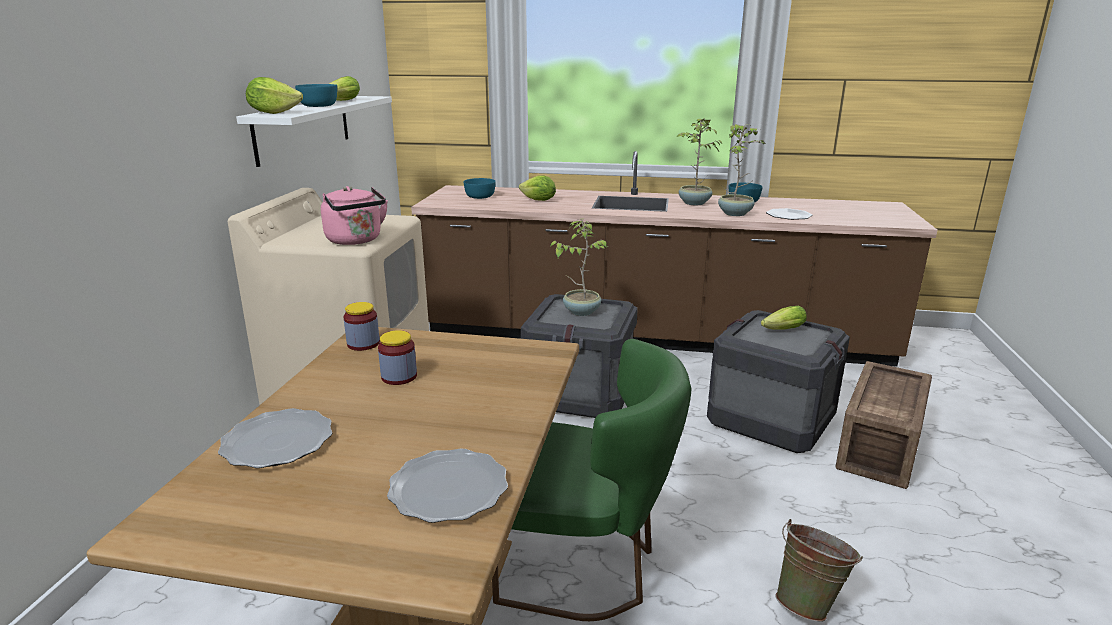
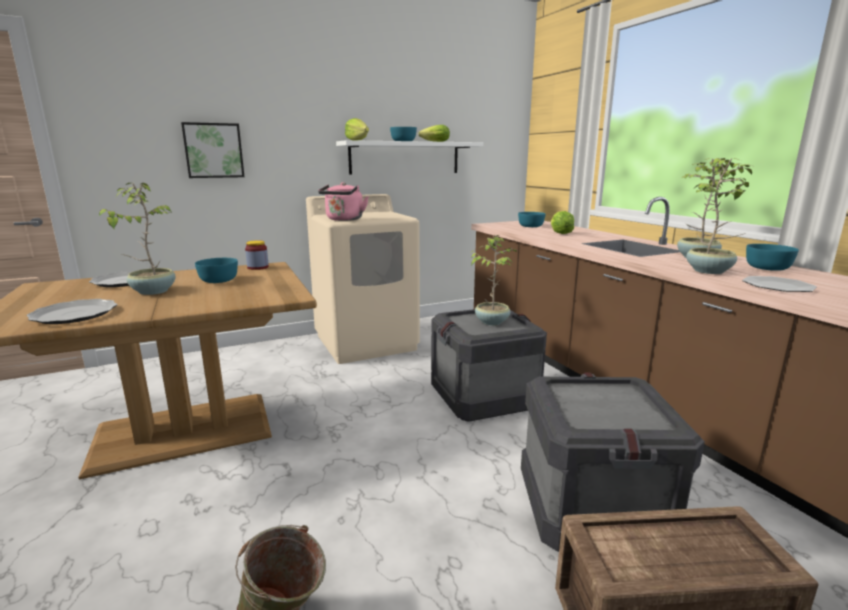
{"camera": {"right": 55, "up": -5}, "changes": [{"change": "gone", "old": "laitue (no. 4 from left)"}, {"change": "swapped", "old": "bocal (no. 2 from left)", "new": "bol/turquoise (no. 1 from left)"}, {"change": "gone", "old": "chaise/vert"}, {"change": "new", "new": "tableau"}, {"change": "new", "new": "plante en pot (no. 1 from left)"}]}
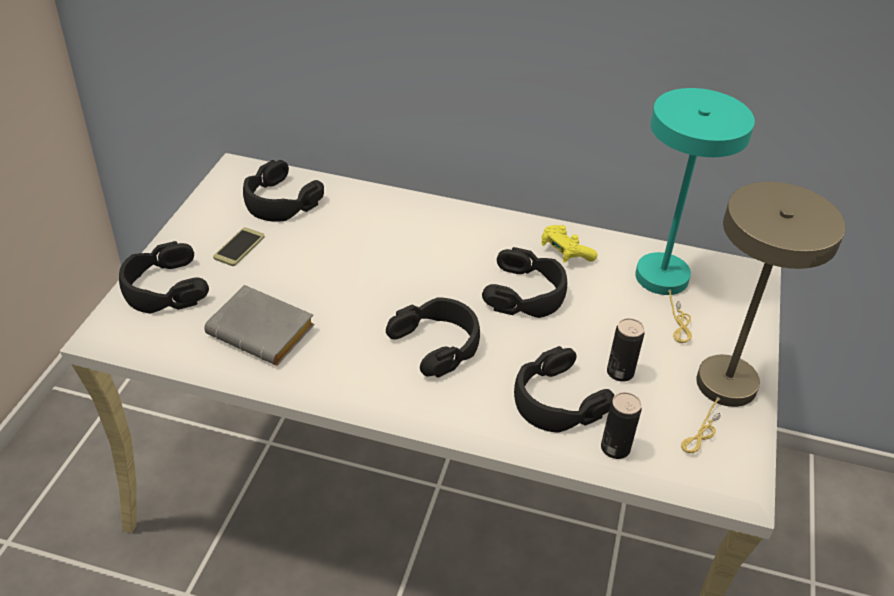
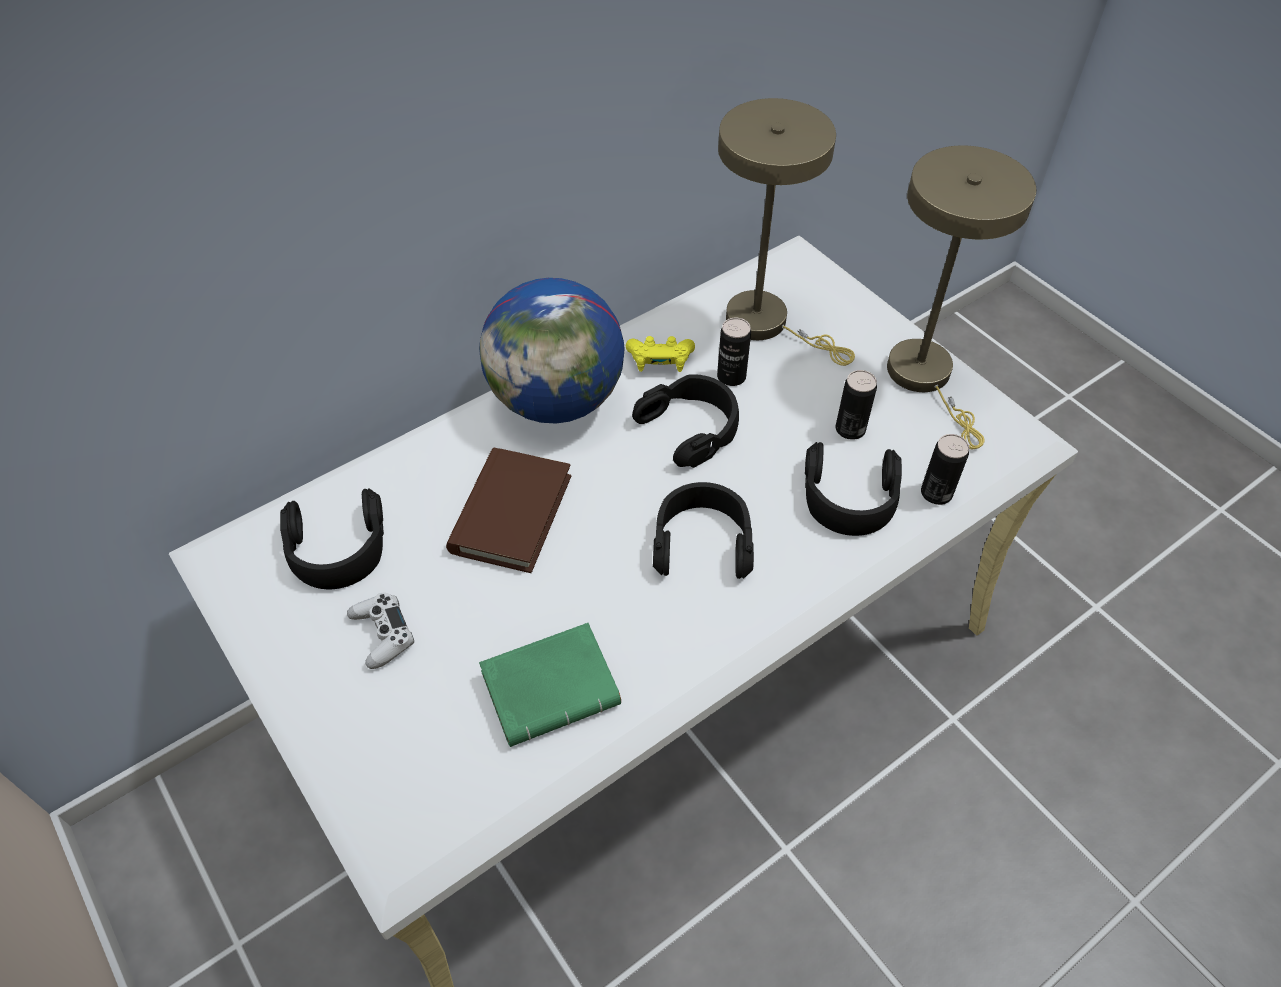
{"camera": {"right": -50, "up": 10}, "changes": [{"change": "repainted", "old": "lampe de table/turquoise", "new": "lampe de table/beige (no. 1 from left)"}, {"change": "swapped", "old": "téléphone", "new": "manette/blanc"}, {"change": "gone", "old": "casque audio/noir (no. 1 from left)"}, {"change": "repainted", "old": "livre/gris", "new": "livre/vert"}, {"change": "new", "new": "globe"}, {"change": "new", "new": "boîte métallique (no. 1 from left)"}, {"change": "new", "new": "livre/marron"}]}
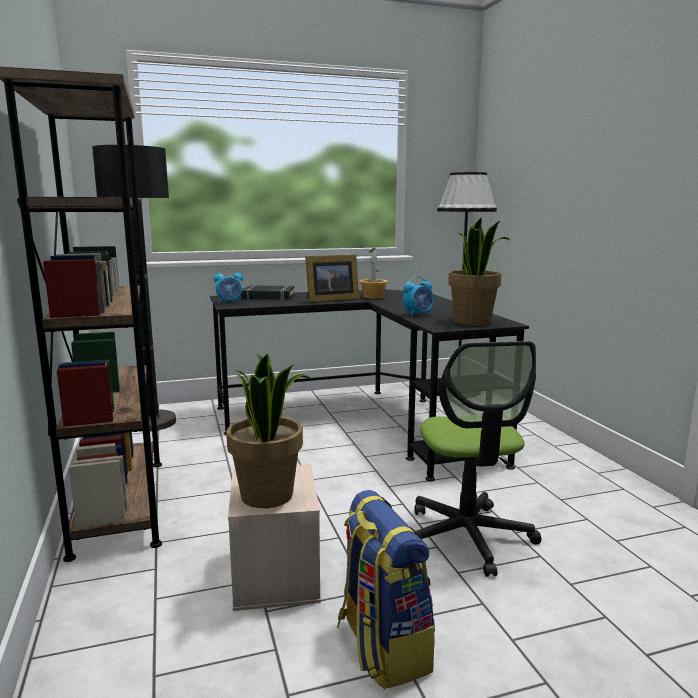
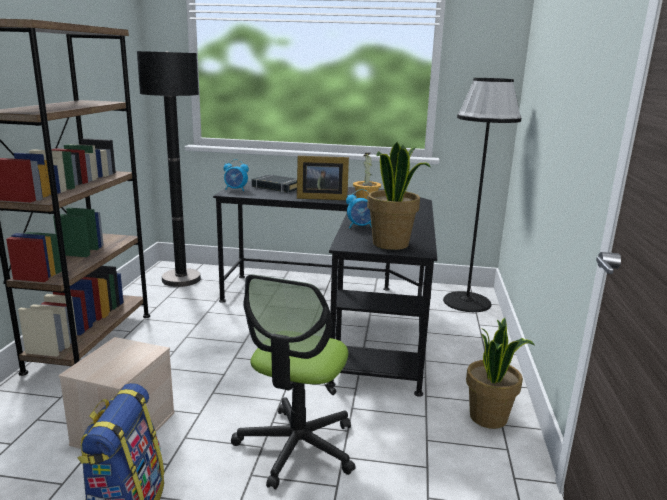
{"camera": {"right": 25, "up": 5}, "changes": [{"change": "shifted", "old": "plante en pot (no. 1 from left in the first image)", "new": "plante en pot (no. 3 from left)"}]}
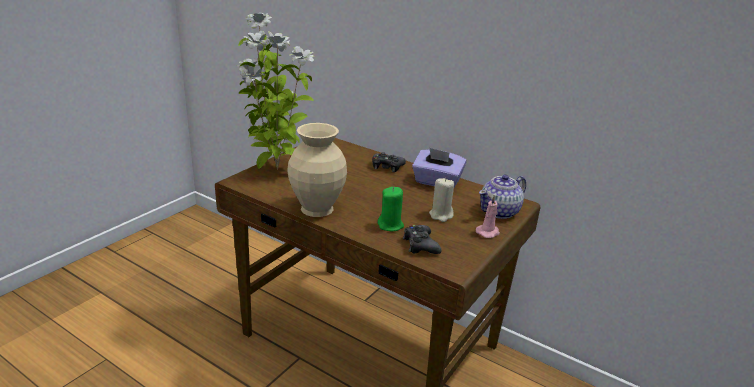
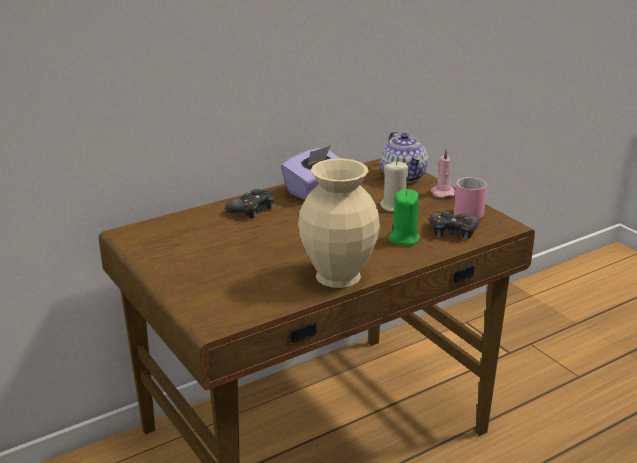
{"camera": {"right": -65, "up": 0}, "changes": [{"change": "gone", "old": "plante en pot"}, {"change": "new", "new": "mug/rose"}]}
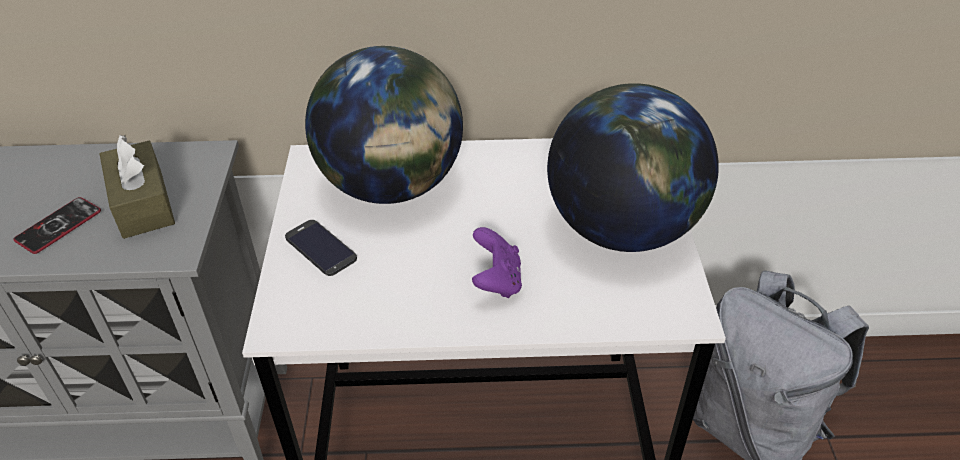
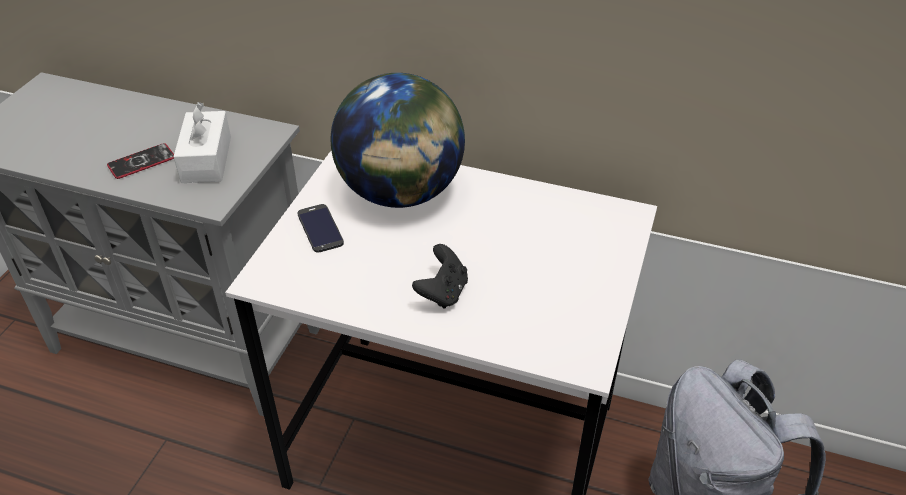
{"camera": {"right": 20, "up": 0}, "changes": [{"change": "gone", "old": "globe (no. 2 from left)"}, {"change": "repainted", "old": "boîte à mouchoirs/marron", "new": "boîte à mouchoirs/blanc"}, {"change": "repainted", "old": "manette/violet", "new": "manette/noir"}]}
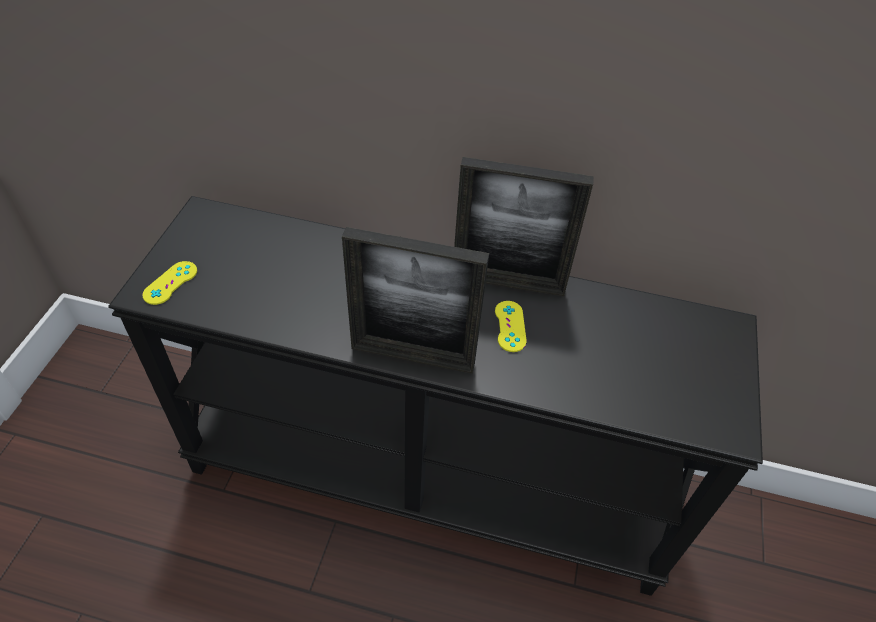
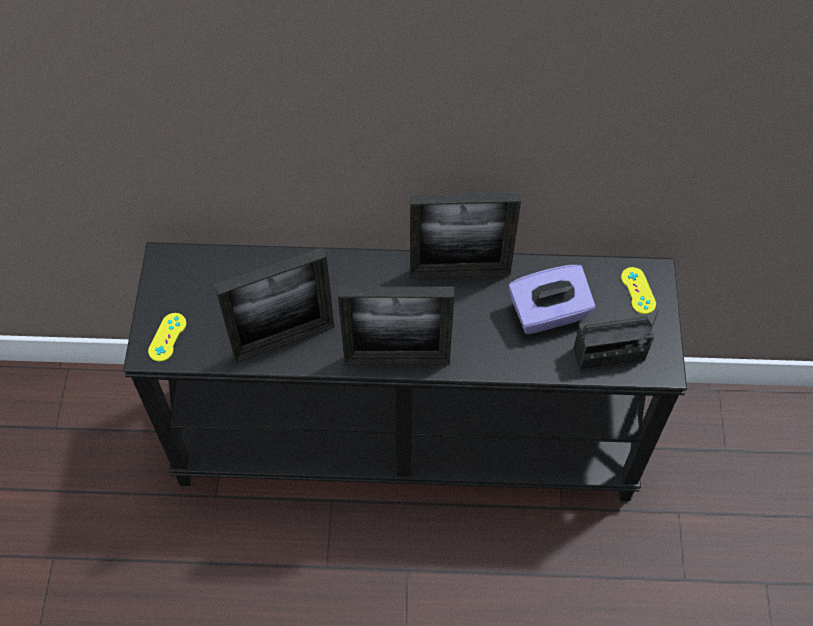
{"camera": {"right": -10, "up": 10}, "changes": [{"change": "shifted", "old": "manette/jaune (no. 2 from left)"}, {"change": "new", "new": "cadre photo (no. 1 from left)"}, {"change": "new", "new": "boîte à mouchoirs/violet"}, {"change": "new", "new": "radio"}]}
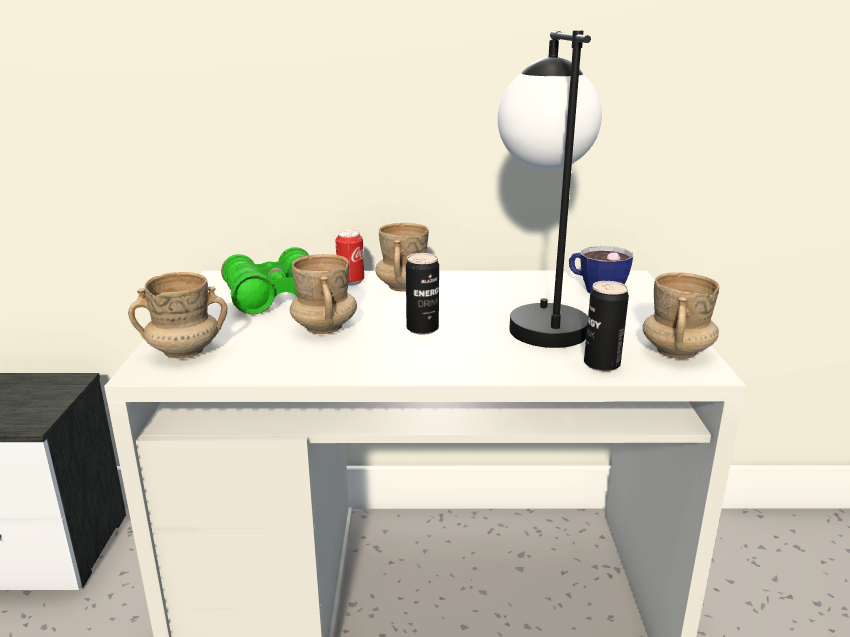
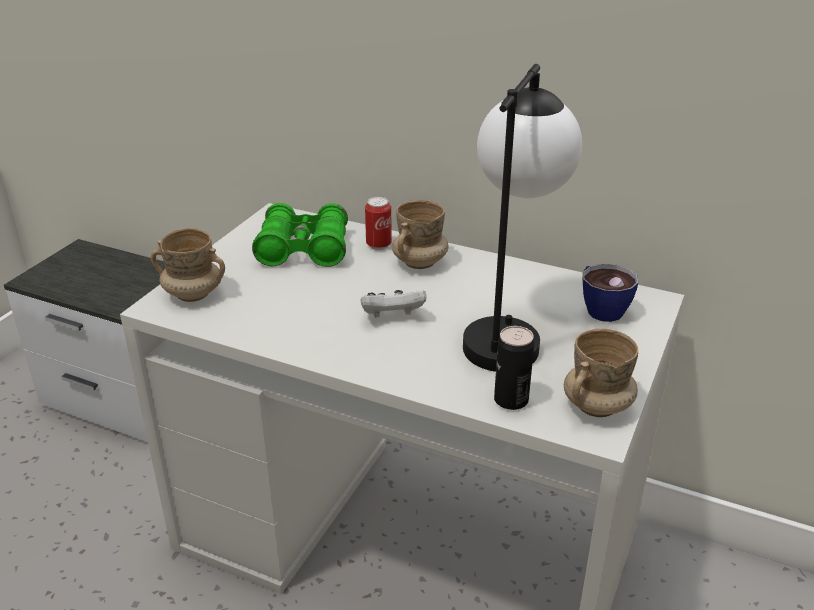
{"camera": {"right": 25, "up": 10}, "changes": [{"change": "swapped", "old": "boîte métallique (no. 2 from left)", "new": "manette/blanc"}, {"change": "gone", "old": "mug/beige (no. 2 from left)"}]}
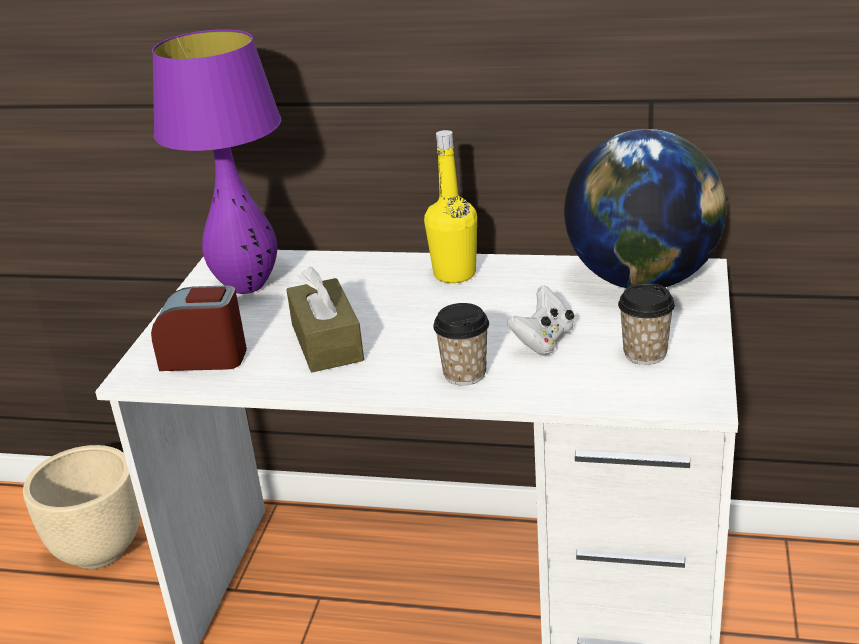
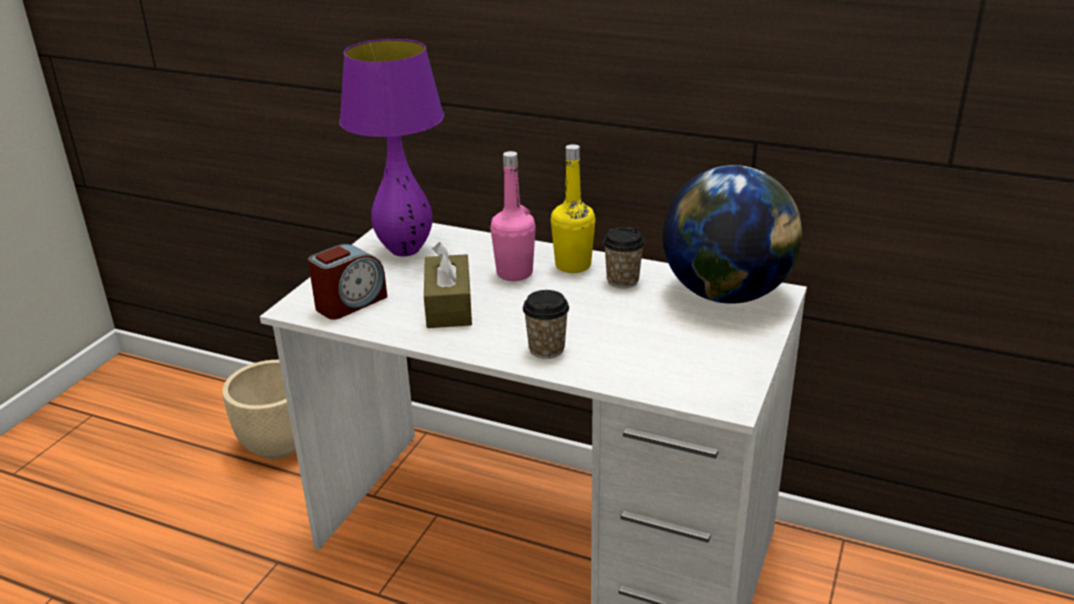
{"camera": {"right": 10, "up": 0}, "changes": [{"change": "shifted", "old": "tasse (no. 2 from left)"}, {"change": "rotated", "old": "réveil", "degrees": 120}, {"change": "gone", "old": "manette/blanc"}, {"change": "new", "new": "bouteille/rose"}]}
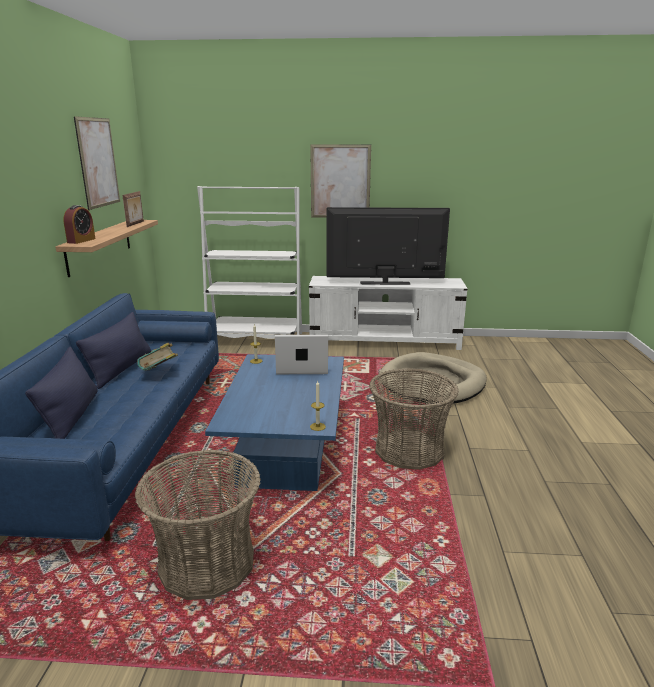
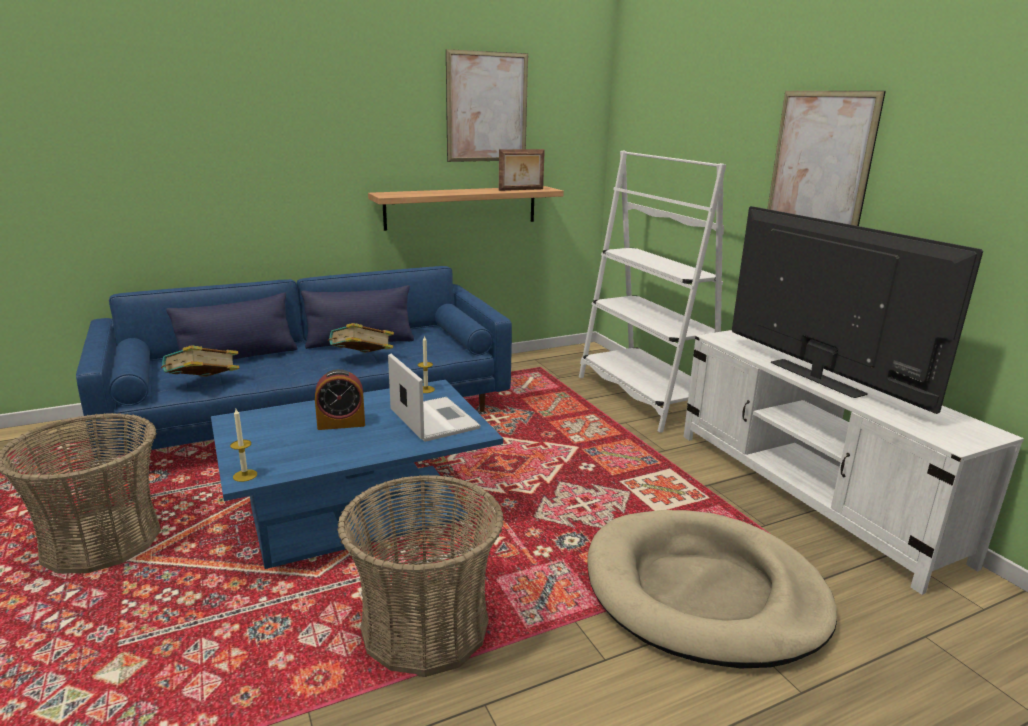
{"camera": {"right": 60, "up": 0}, "changes": [{"change": "shifted", "old": "réveil"}, {"change": "new", "new": "livre (no. 1 from left)"}]}
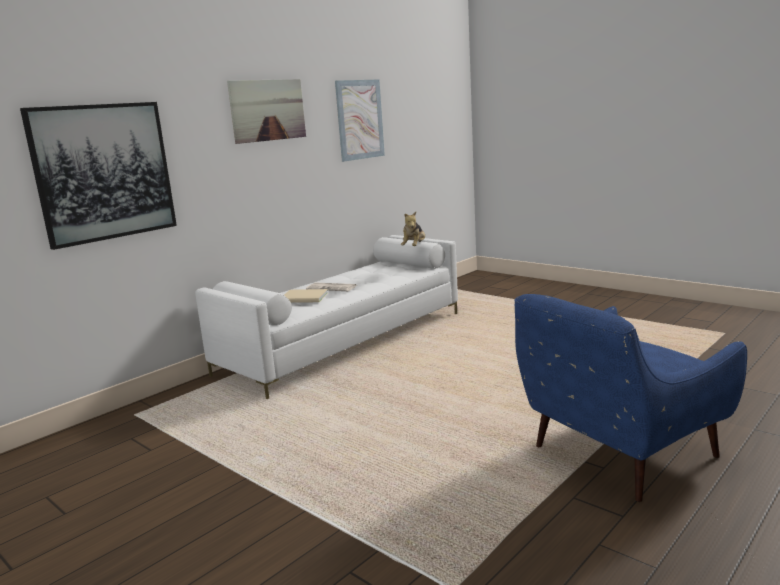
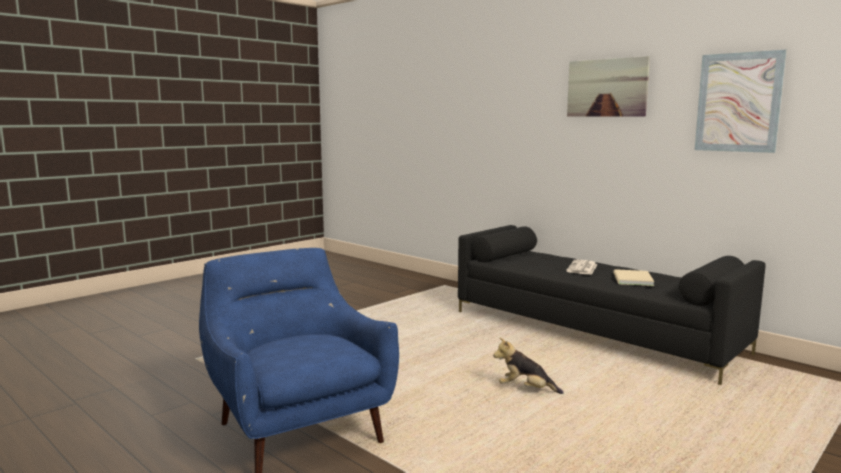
{"camera": {"right": 90, "up": -5}, "changes": [{"change": "gone", "old": "tableau (no. 1 from left)"}, {"change": "shifted", "old": "peluche"}, {"change": "repainted", "old": "canapé/blanc", "new": "canapé/noir"}, {"change": "shifted", "old": "livre/beige"}]}
